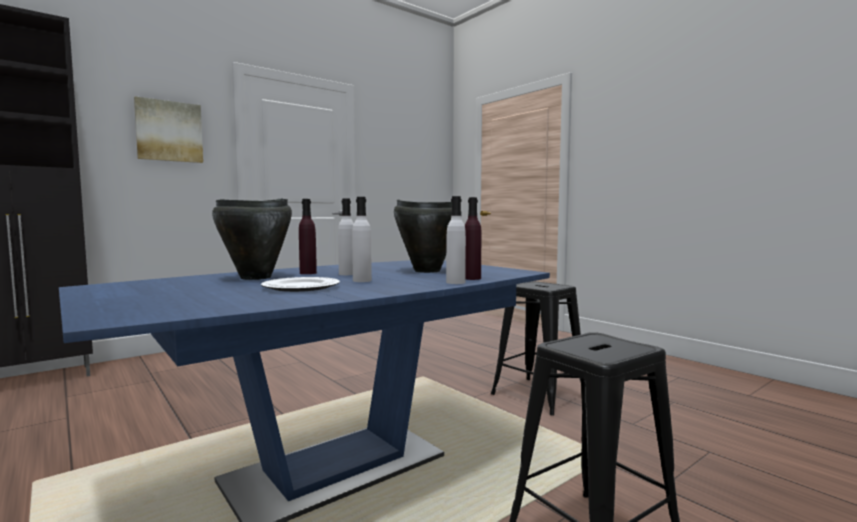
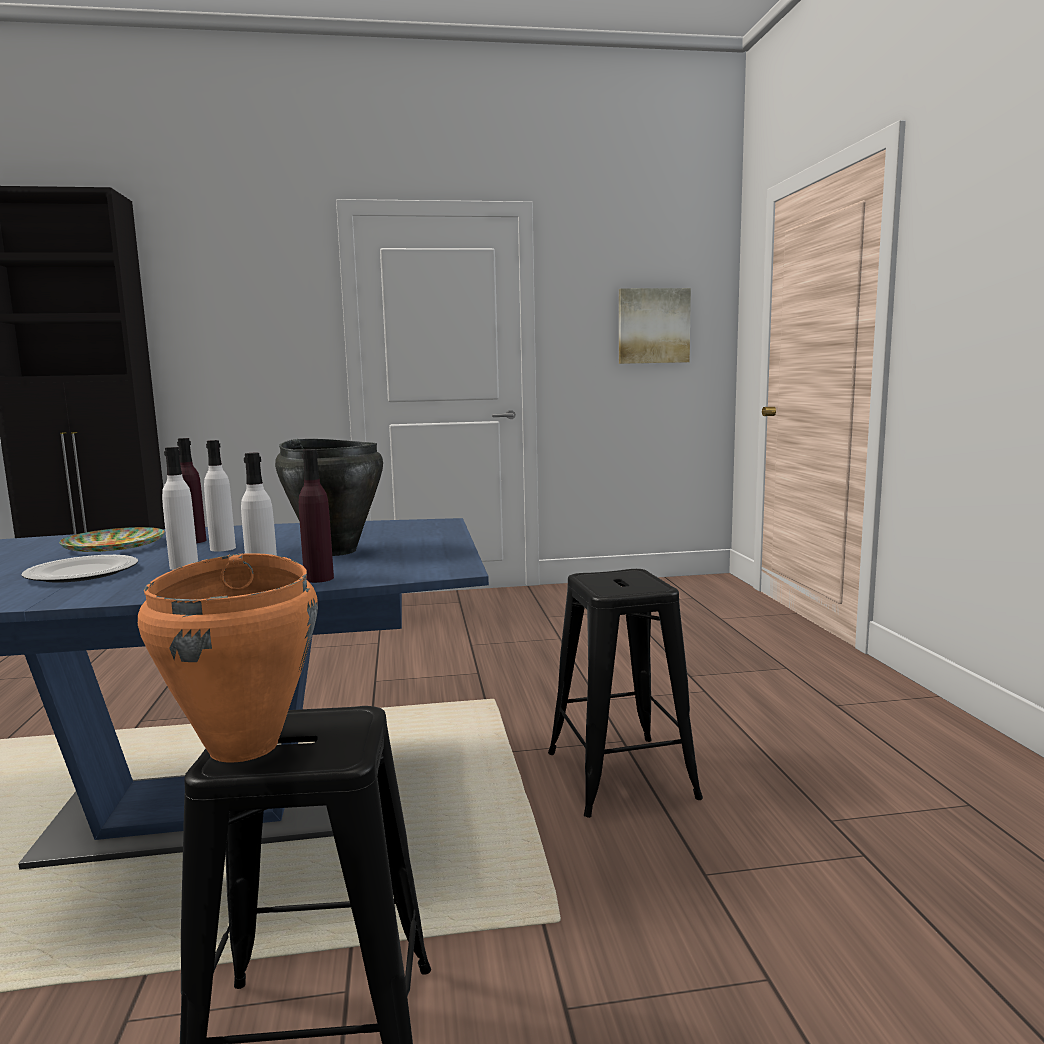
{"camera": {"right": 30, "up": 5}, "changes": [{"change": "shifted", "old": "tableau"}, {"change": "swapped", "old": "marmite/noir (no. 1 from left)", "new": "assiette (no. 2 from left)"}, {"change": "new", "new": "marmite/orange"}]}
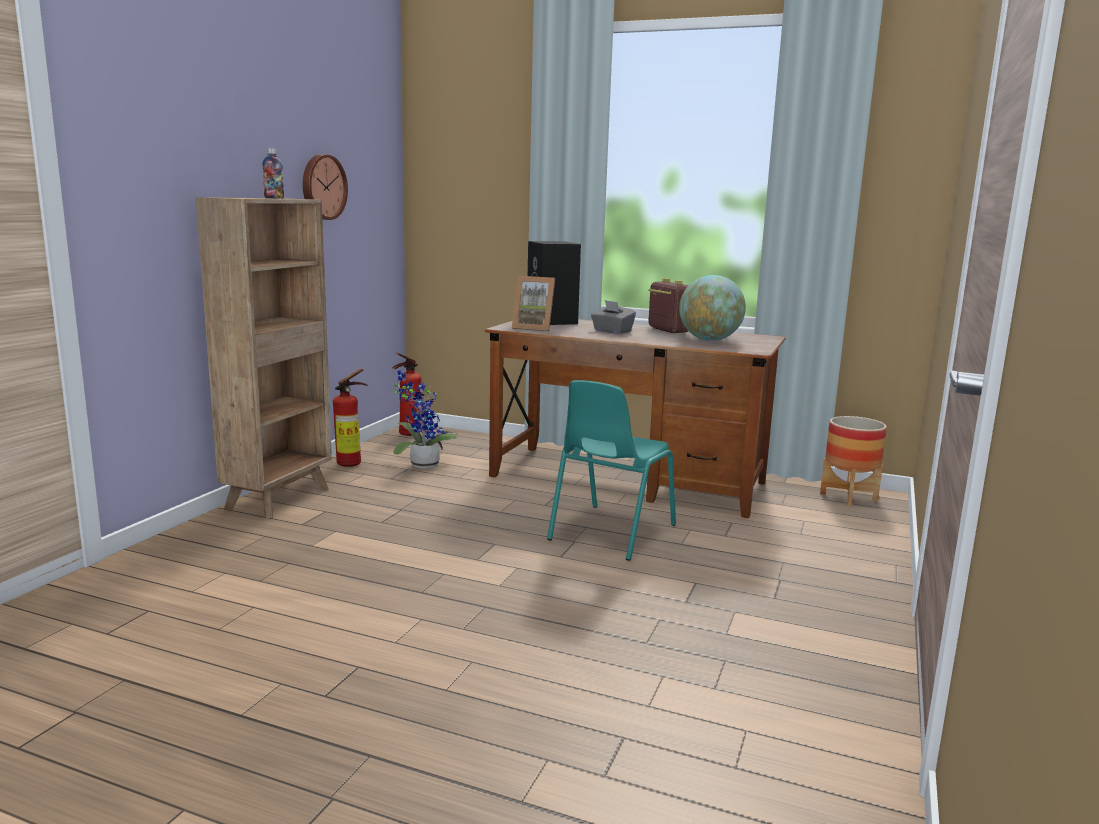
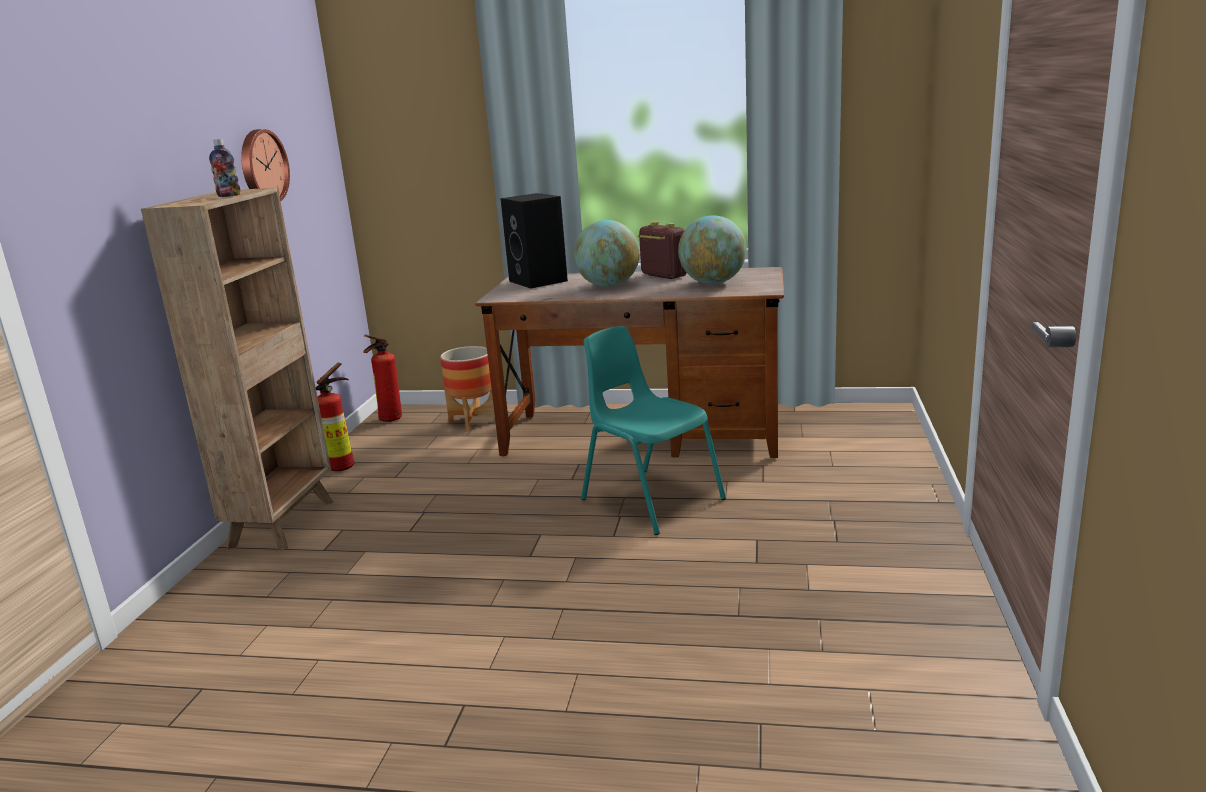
{"camera": {"right": -10, "up": 5}, "changes": [{"change": "gone", "old": "cadre photo"}, {"change": "swapped", "old": "boîte à mouchoirs/gris", "new": "globe (no. 1 from left)"}, {"change": "gone", "old": "plante en pot"}, {"change": "rotated", "old": "chaise/turquoise", "degrees": 120}, {"change": "shifted", "old": "cache-pot"}]}
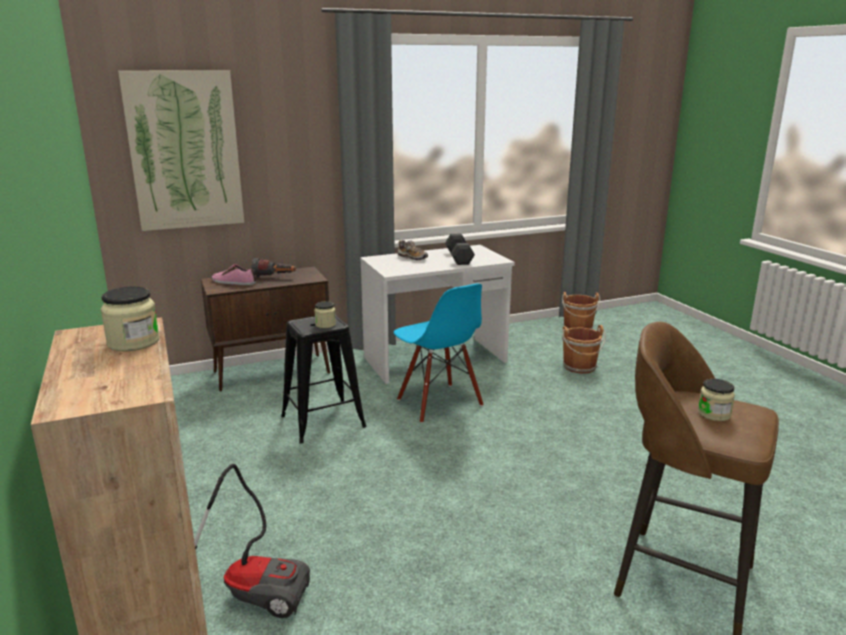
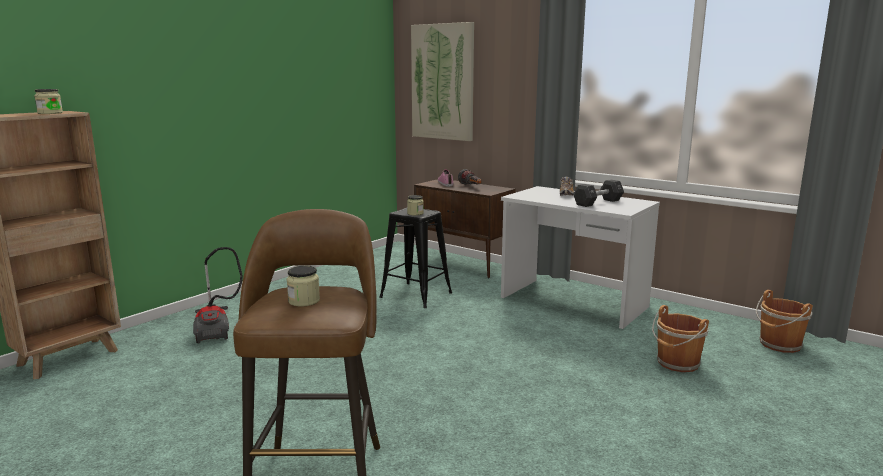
{"camera": {"right": 60, "up": -5}, "changes": [{"change": "gone", "old": "chaise/bleu"}]}
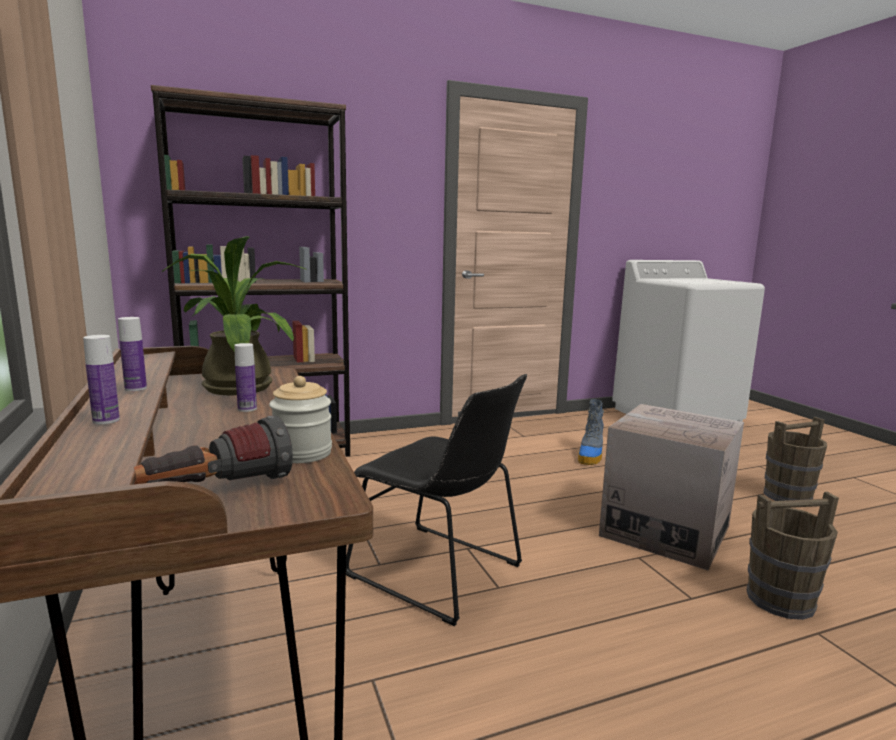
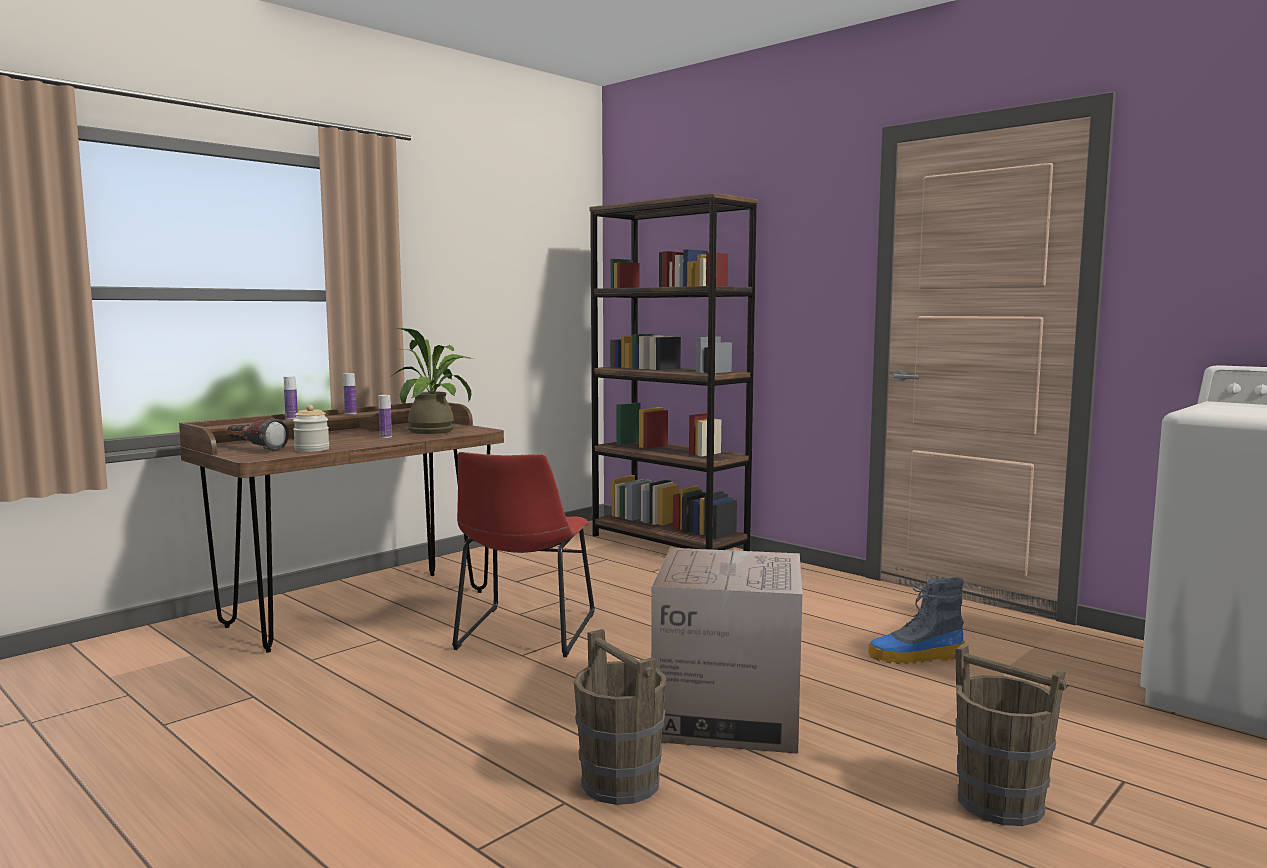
{"camera": {"right": 65, "up": -5}, "changes": [{"change": "repainted", "old": "chaise/noir", "new": "chaise/rouge"}]}
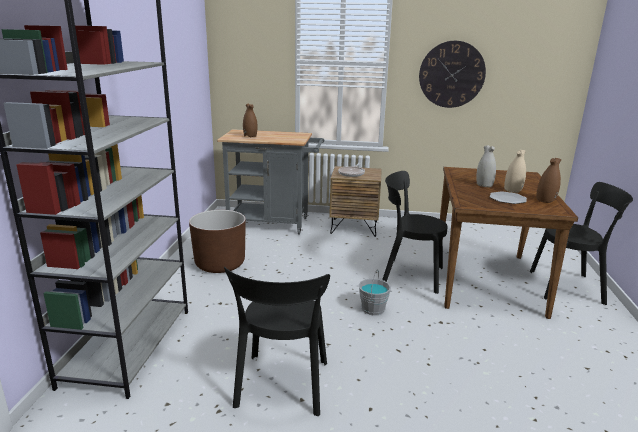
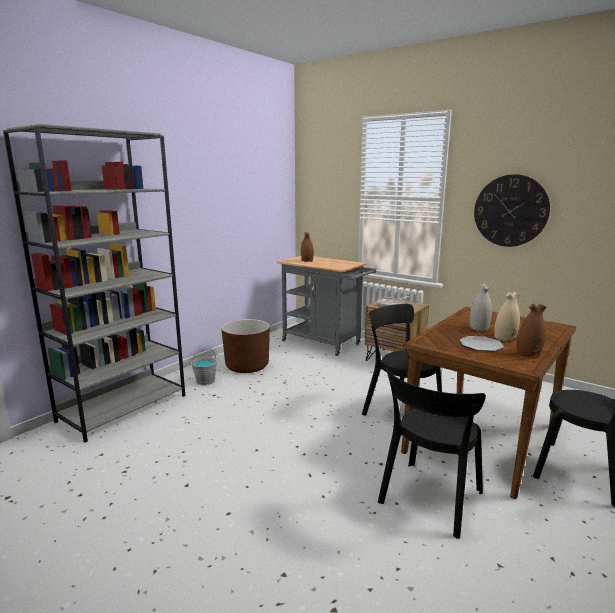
{"camera": {"right": 30, "up": -5}, "changes": [{"change": "shifted", "old": "chaise/noir (no. 1 from left in the first image)", "new": "chaise/noir (no. 2 from left)"}, {"change": "shifted", "old": "seau/gris"}]}
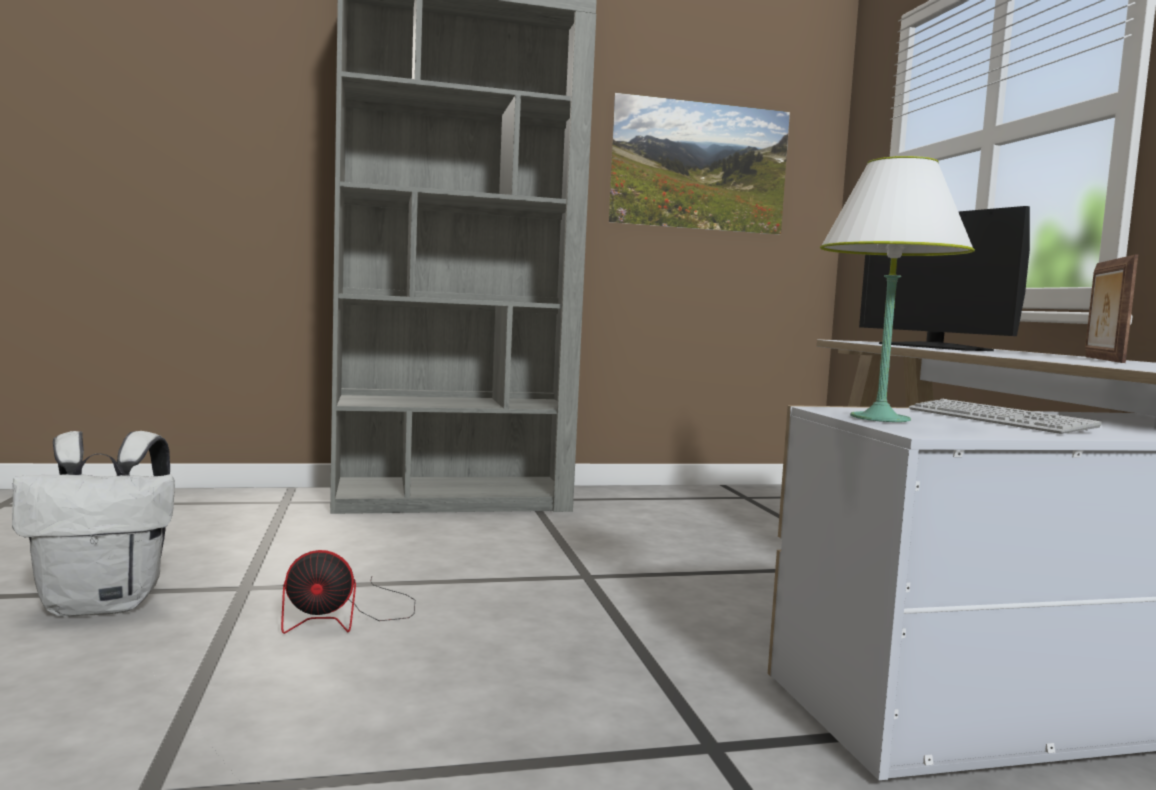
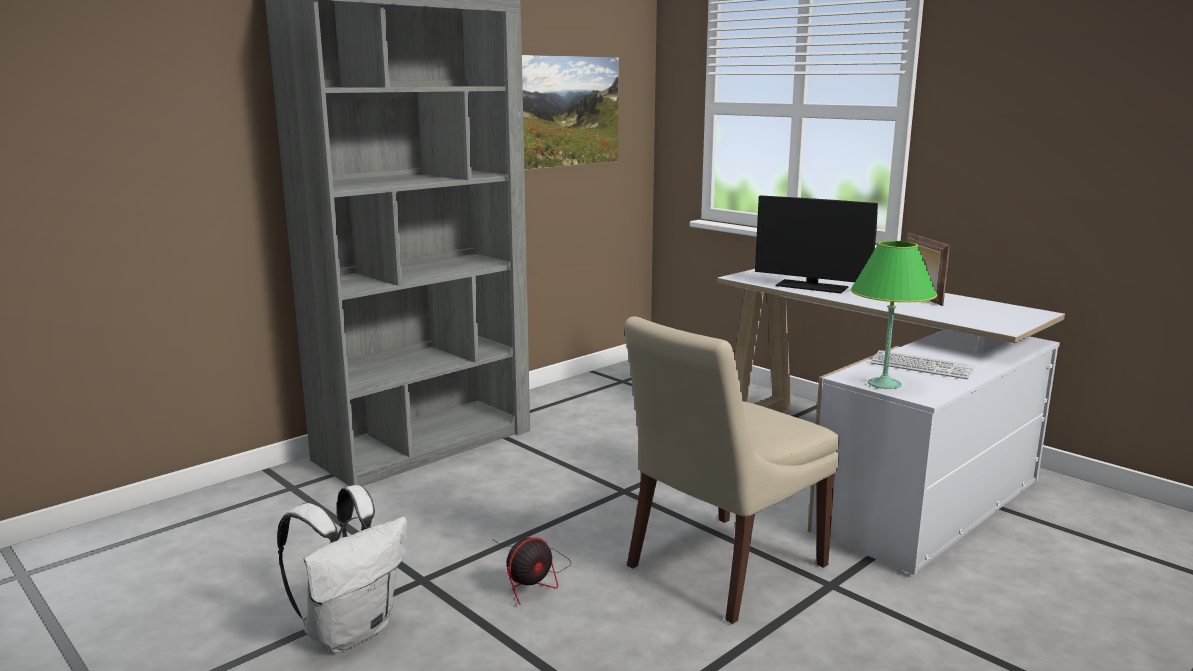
{"camera": {"right": -30, "up": 10}, "changes": [{"change": "repainted", "old": "lampe de table/blanc", "new": "lampe de table/vert"}, {"change": "new", "new": "chaise/beige"}]}
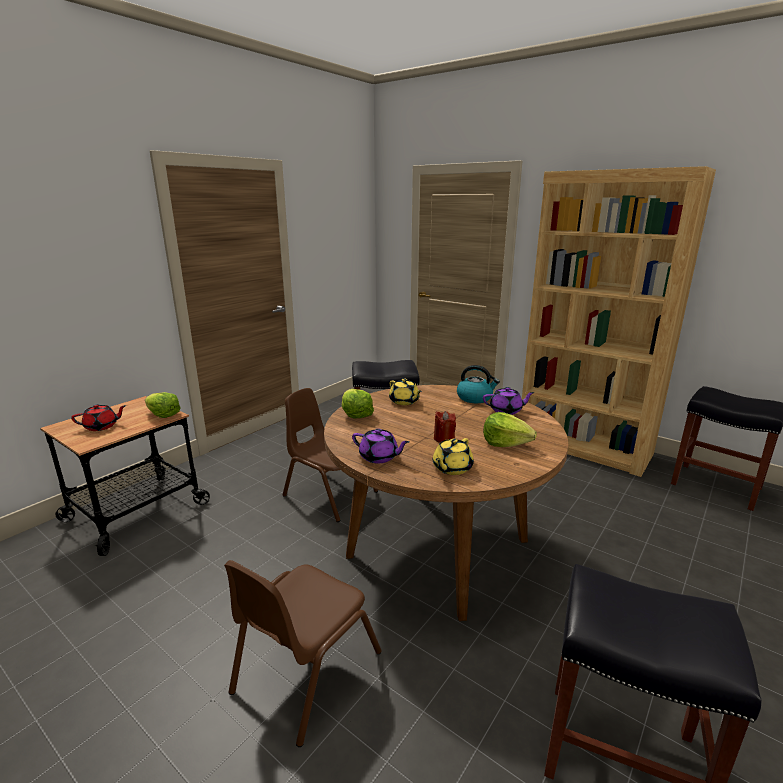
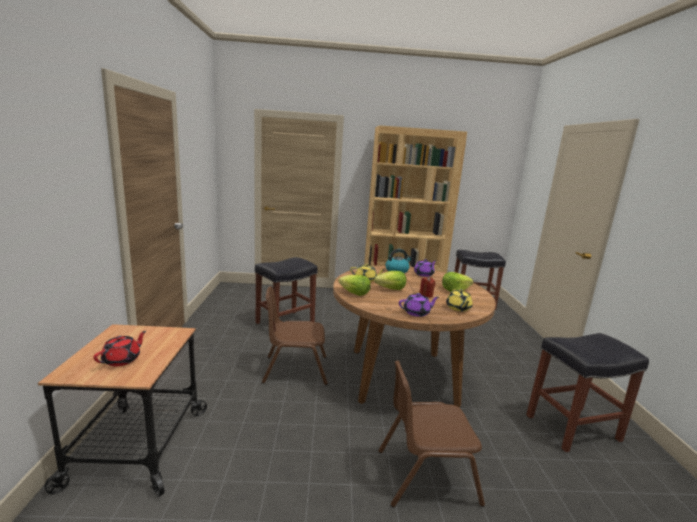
{"camera": {"right": -40, "up": -5}, "changes": [{"change": "shifted", "old": "laitue (no. 1 from left in the first image)", "new": "laitue (no. 2 from left)"}, {"change": "rotated", "old": "chaise/marron (no. 1 from left in the first image)", "degrees": 90}]}
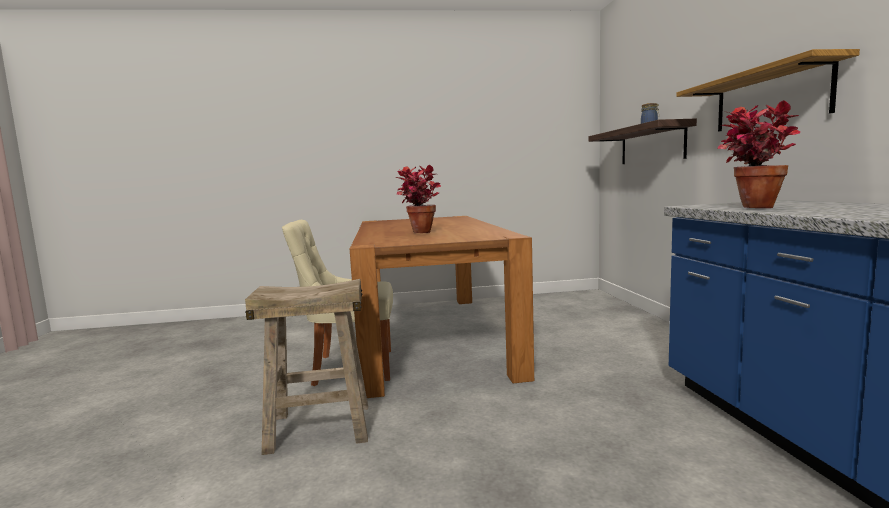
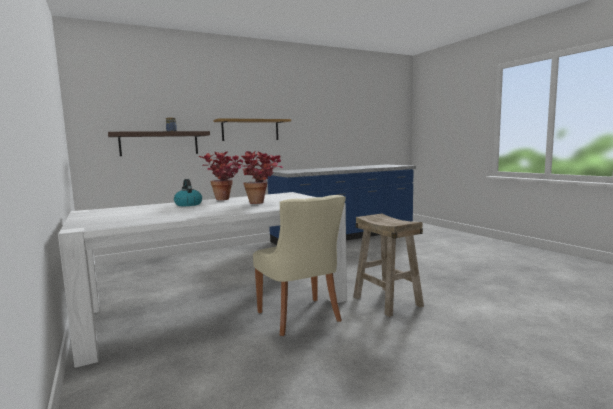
{"camera": {"right": -110, "up": 0}, "changes": [{"change": "shifted", "old": "plante en pot (no. 2 from left in the first image)", "new": "plante en pot (no. 1 from left)"}, {"change": "repainted", "old": "table à manger/marron", "new": "table à manger/blanc"}, {"change": "new", "new": "bouilloire"}]}
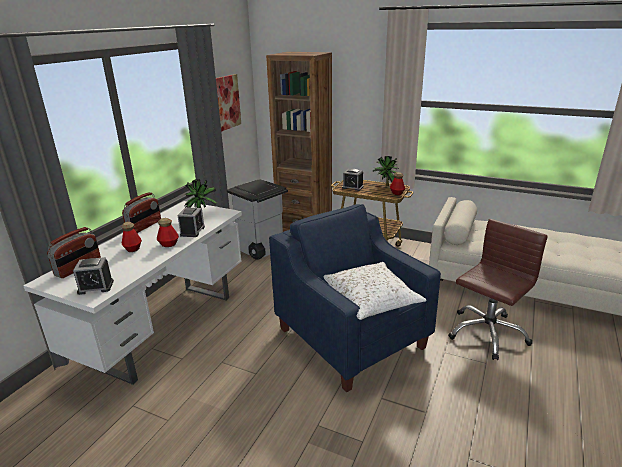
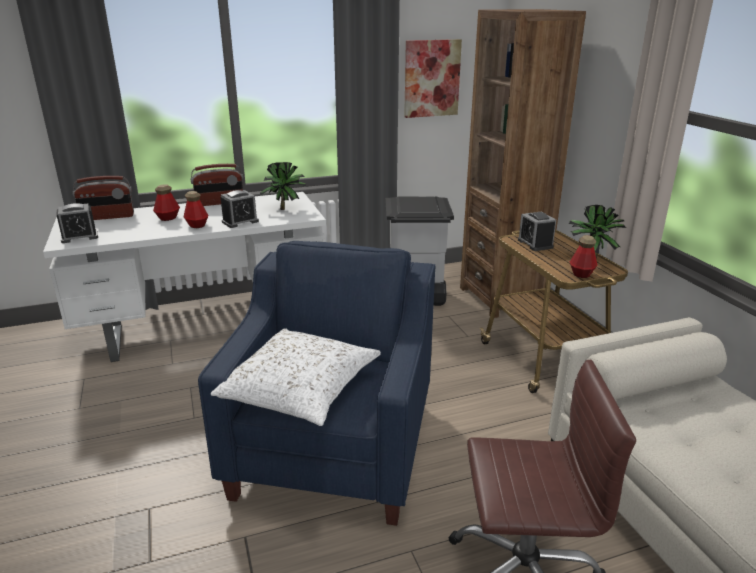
{"camera": {"right": 45, "up": 0}, "changes": [{"change": "rotated", "old": "réveil (no. 1 from left)", "degrees": -60}]}
